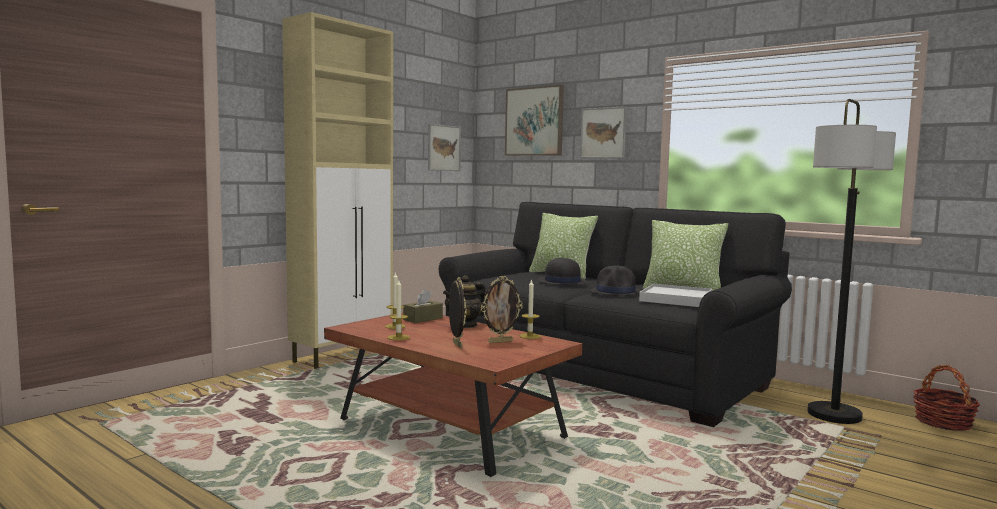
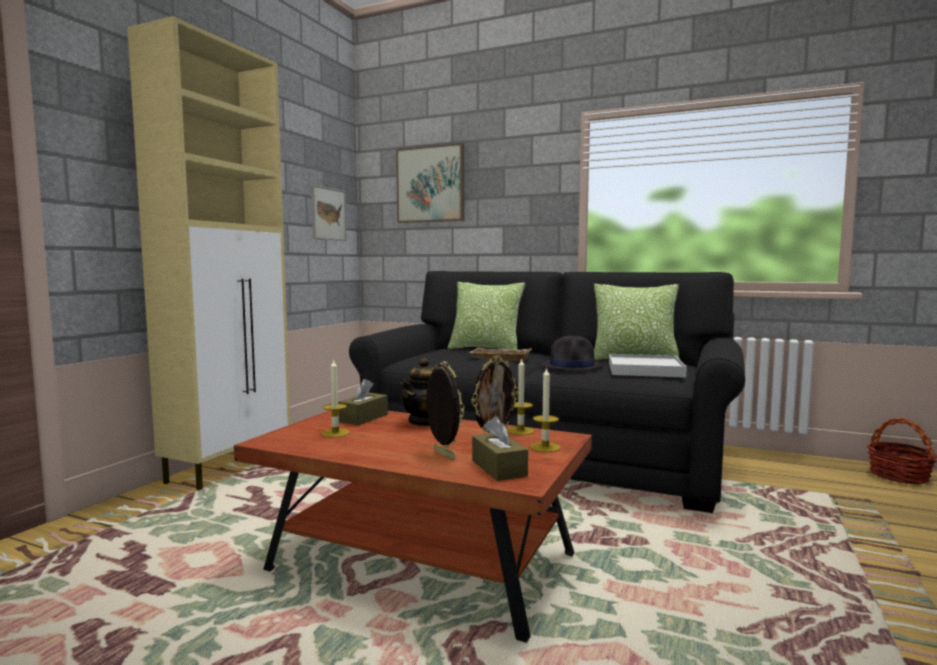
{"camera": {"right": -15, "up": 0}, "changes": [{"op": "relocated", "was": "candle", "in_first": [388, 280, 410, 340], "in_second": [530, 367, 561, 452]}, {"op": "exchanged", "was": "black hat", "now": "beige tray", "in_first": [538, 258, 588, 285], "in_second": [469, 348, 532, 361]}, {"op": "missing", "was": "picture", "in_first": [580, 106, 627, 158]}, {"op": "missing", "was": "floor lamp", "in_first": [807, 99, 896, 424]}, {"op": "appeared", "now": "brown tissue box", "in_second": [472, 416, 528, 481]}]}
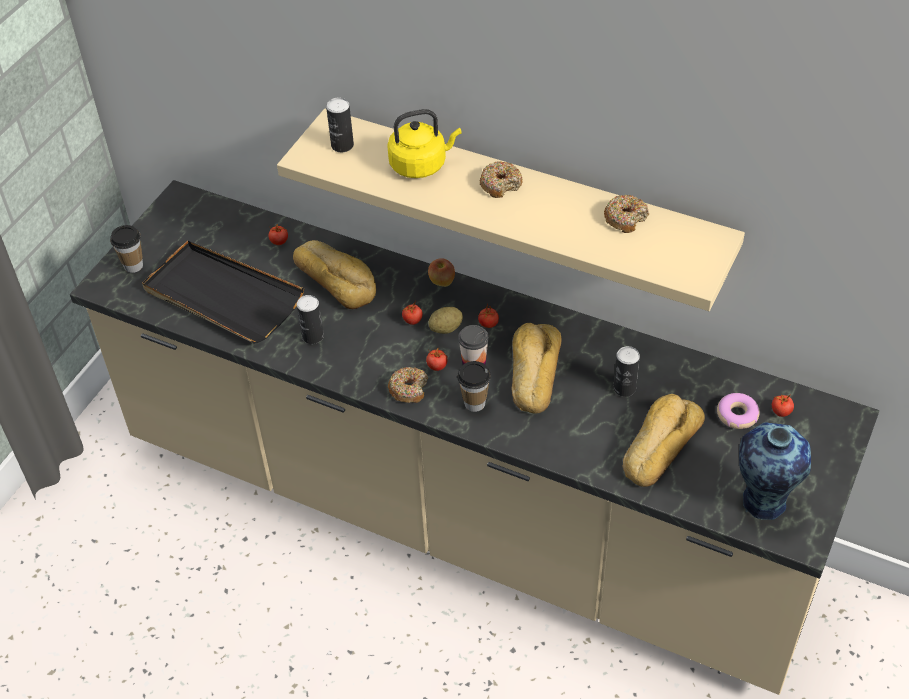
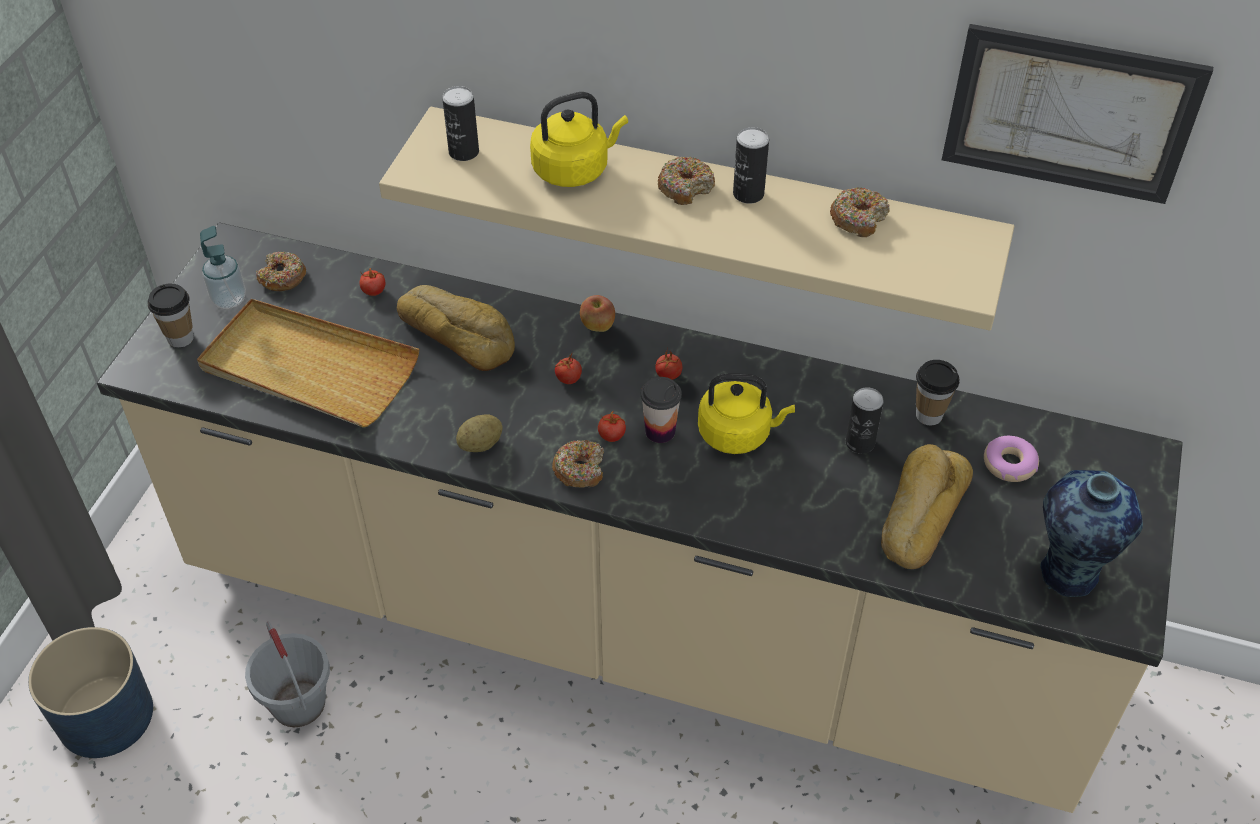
{"camera": {"right": -10, "up": 0}, "changes": [{"op": "colour", "was": "black tray", "now": "beige tray", "in_first": [142, 241, 304, 344], "in_second": [197, 299, 419, 427]}, {"op": "relocated", "was": "can", "in_first": [297, 295, 324, 344], "in_second": [733, 127, 769, 204]}, {"op": "relocated", "was": "potato", "in_first": [428, 307, 463, 334], "in_second": [456, 415, 503, 452]}, {"op": "relocated", "was": "cup", "in_first": [457, 361, 491, 412], "in_second": [916, 360, 960, 425]}, {"op": "exchanged", "was": "bread", "now": "yellow kettle", "in_first": [511, 323, 561, 414], "in_second": [698, 373, 795, 454]}, {"op": "missing", "was": "tomato", "in_first": [772, 395, 794, 417]}, {"op": "appeared", "now": "blue planter", "in_second": [28, 627, 153, 758]}, {"op": "appeared", "now": "soap dispenser", "in_second": [200, 226, 246, 309]}, {"op": "appeared", "now": "grey bucket", "in_second": [245, 621, 330, 728]}, {"op": "appeared", "now": "donut", "in_second": [256, 252, 306, 291]}, {"op": "appeared", "now": "picture", "in_second": [942, 24, 1213, 204]}]}
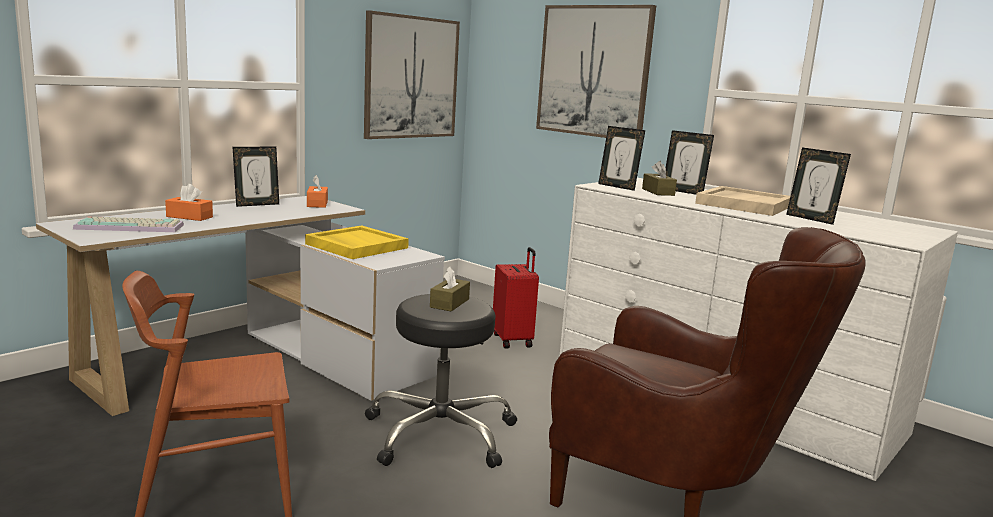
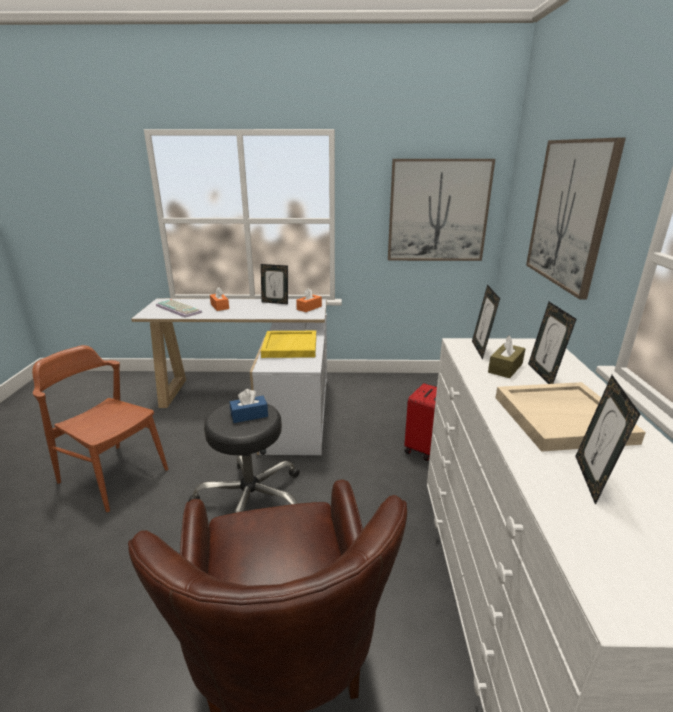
{"camera": {"right": 50, "up": 10}, "changes": [{"op": "colour", "was": "brown tissue box", "now": "blue tissue box", "in_first": [430, 267, 470, 311], "in_second": [230, 389, 268, 423]}]}
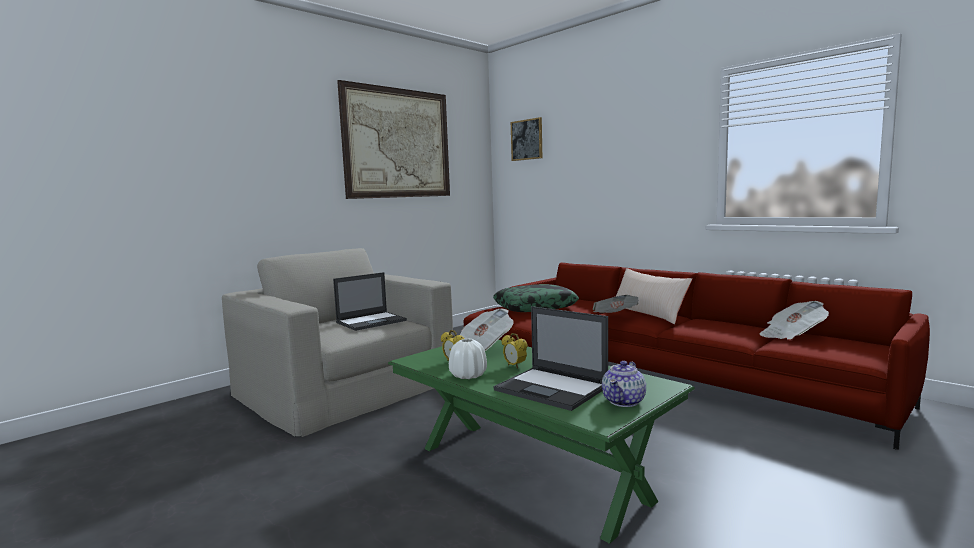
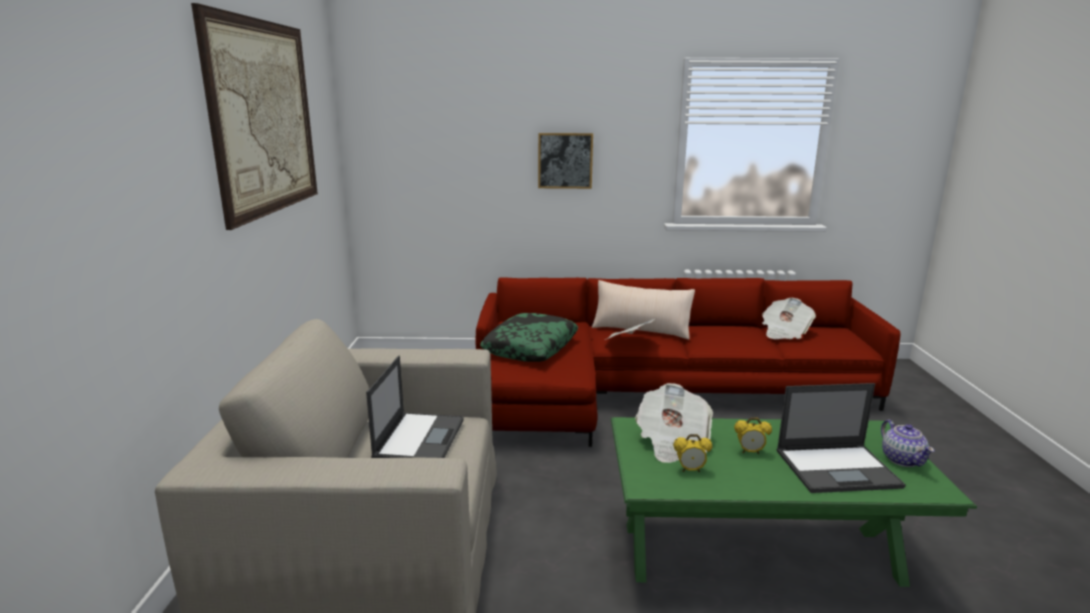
{"camera": {"right": -45, "up": 10}, "changes": [{"op": "missing", "was": "white vase", "in_first": [449, 339, 487, 379]}, {"op": "relocated", "was": "picture", "in_first": [511, 117, 542, 161], "in_second": [538, 133, 593, 189]}]}
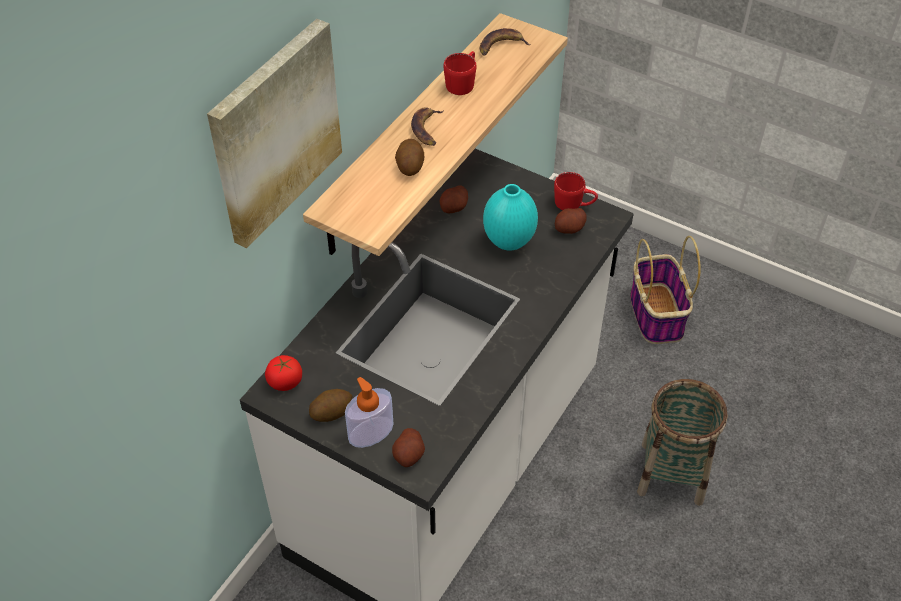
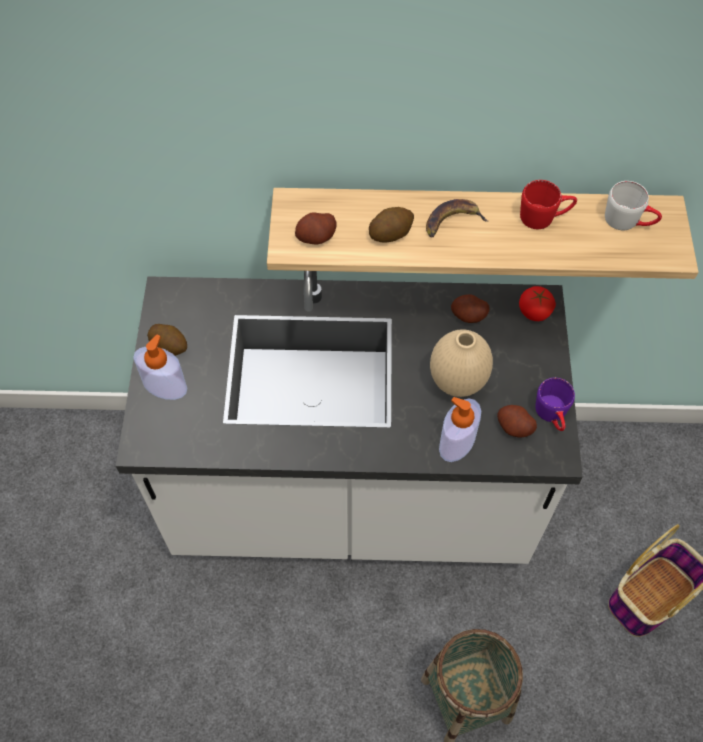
{"camera": {"right": 60, "up": 10}, "changes": [{"op": "missing", "was": "picture", "in_first": [207, 19, 342, 248]}, {"op": "relocated", "was": "tomato", "in_first": [265, 355, 302, 391], "in_second": [519, 286, 556, 321]}, {"op": "relocated", "was": "potato", "in_first": [392, 428, 425, 467], "in_second": [295, 212, 337, 244]}, {"op": "exchanged", "was": "banana", "now": "white mug", "in_first": [480, 28, 531, 56], "in_second": [605, 181, 662, 230]}, {"op": "colour", "was": "turquoise vase", "now": "beige vase", "in_first": [483, 184, 538, 251], "in_second": [430, 329, 493, 397]}, {"op": "colour", "was": "red mug", "now": "purple mug", "in_first": [554, 172, 598, 210], "in_second": [535, 377, 575, 431]}, {"op": "appeared", "now": "soap dispenser", "in_second": [439, 397, 481, 462]}]}
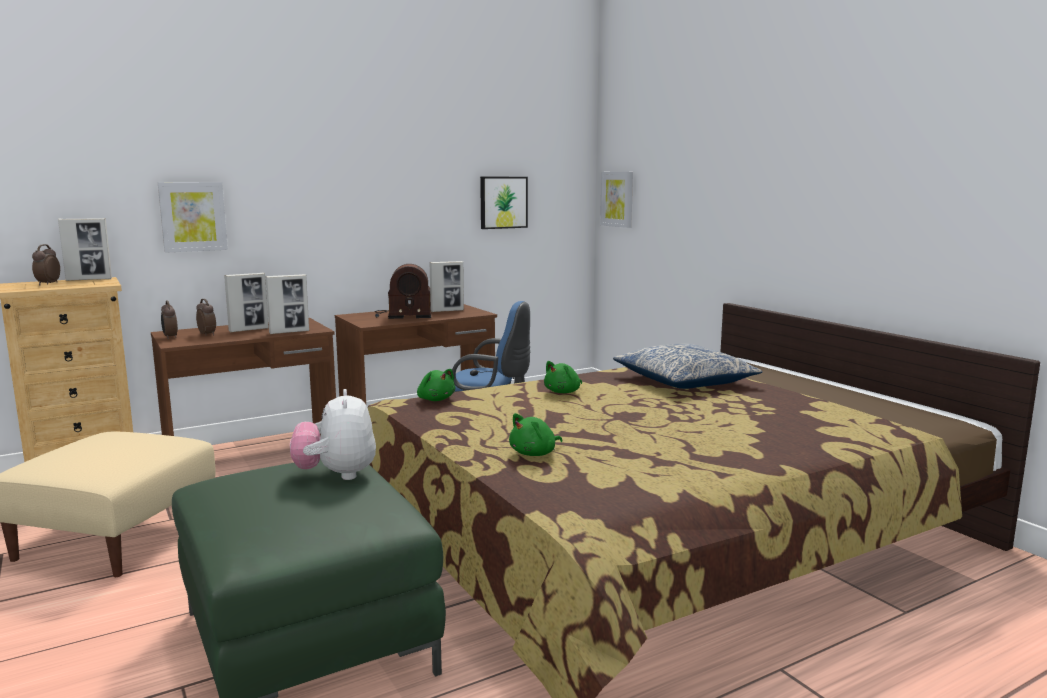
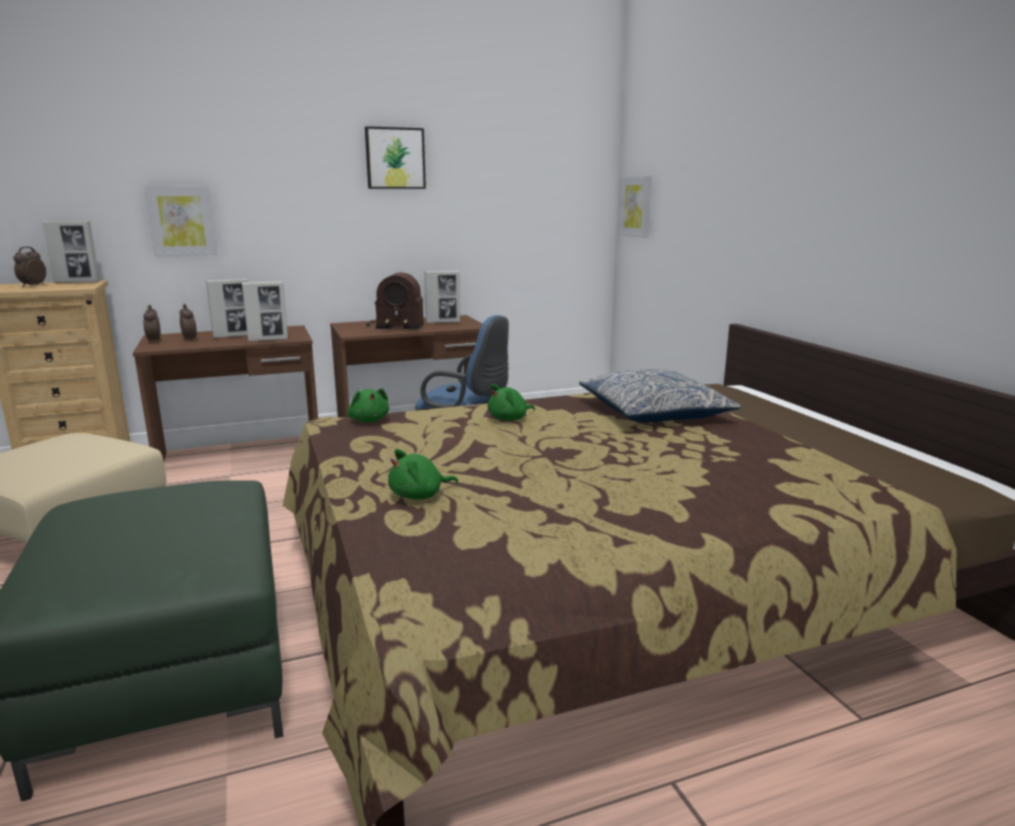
{"camera": {"right": 10, "up": 5}, "changes": [{"op": "missing", "was": "plush toy", "in_first": [290, 389, 376, 480]}, {"op": "relocated", "was": "picture", "in_first": [480, 177, 528, 229], "in_second": [365, 126, 426, 189]}]}
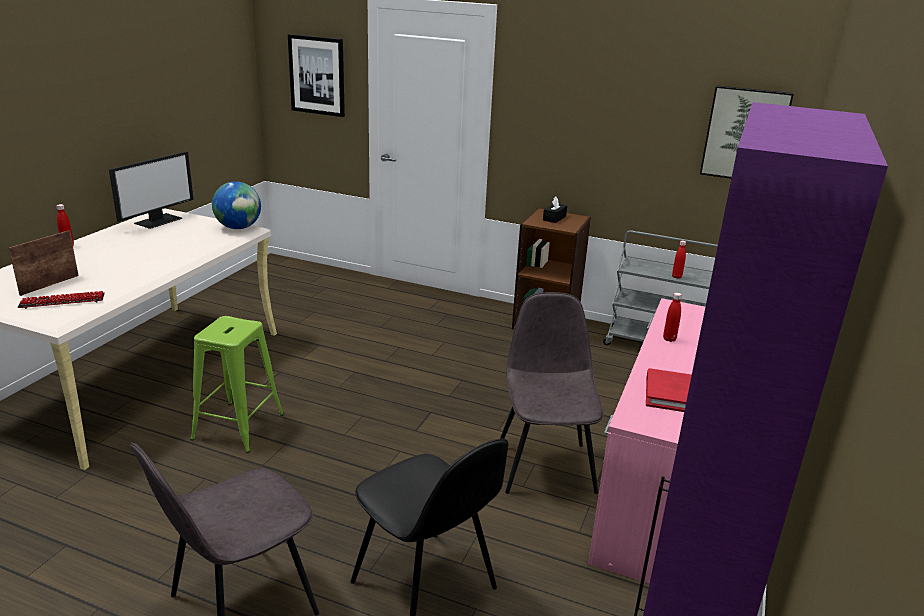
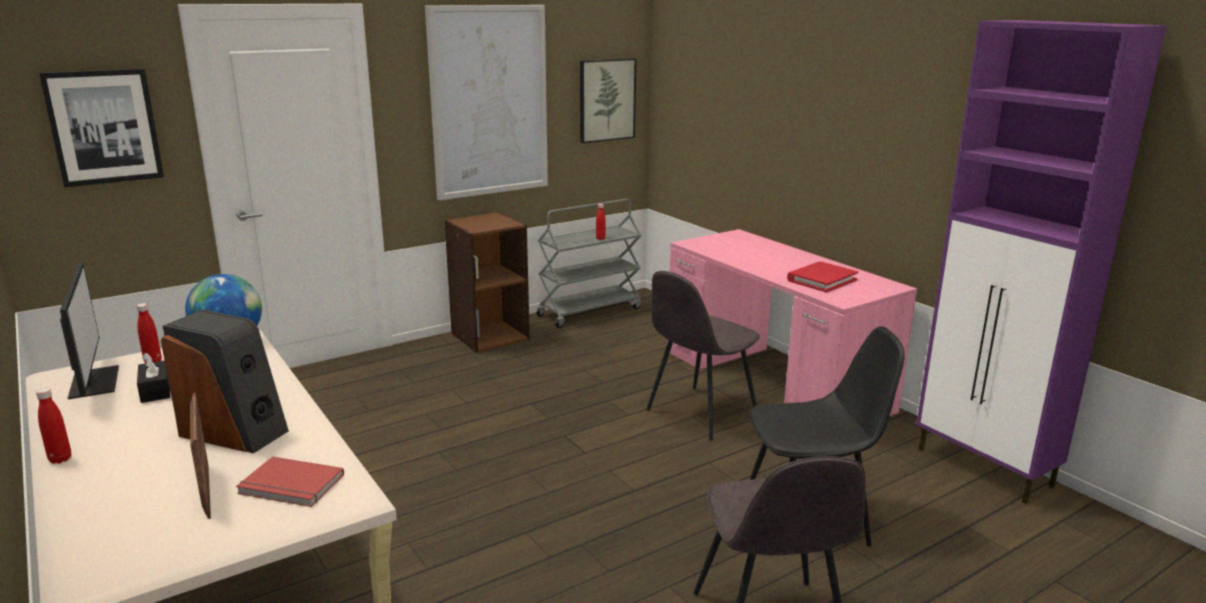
{"camera": {"right": -55, "up": -5}, "changes": [{"op": "exchanged", "was": "keyboard", "now": "red book", "in_first": [18, 291, 105, 309], "in_second": [236, 456, 344, 507]}, {"op": "missing", "was": "green stool", "in_first": [190, 316, 284, 453]}, {"op": "spun", "was": "grey chair", "in_first": [500, 292, 604, 494], "in_second": [646, 271, 760, 440], "clockwise": -75}, {"op": "relocated", "was": "black tissue box", "in_first": [543, 196, 567, 223], "in_second": [137, 353, 170, 403]}, {"op": "relocated", "was": "red bottle", "in_first": [663, 293, 682, 342], "in_second": [137, 303, 162, 363]}, {"op": "appeared", "now": "speaker", "in_second": [161, 310, 289, 453]}, {"op": "appeared", "now": "picture", "in_second": [425, 5, 548, 200]}]}
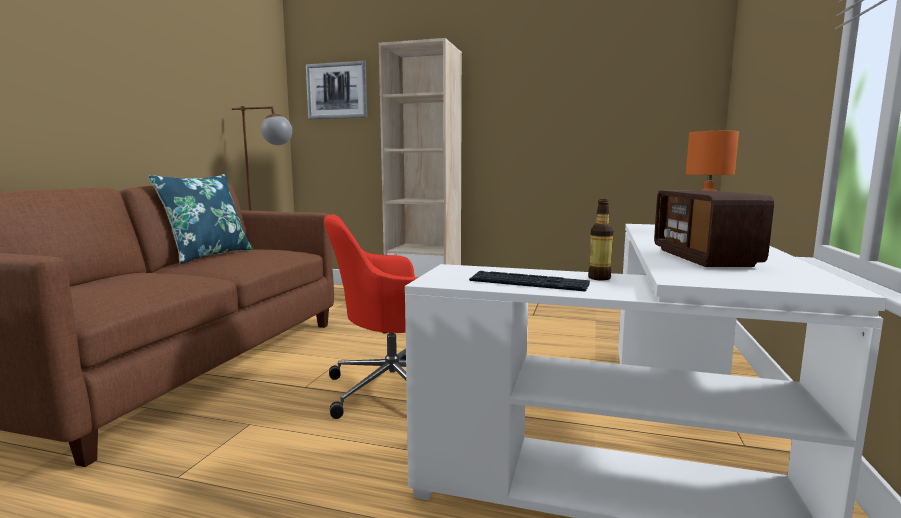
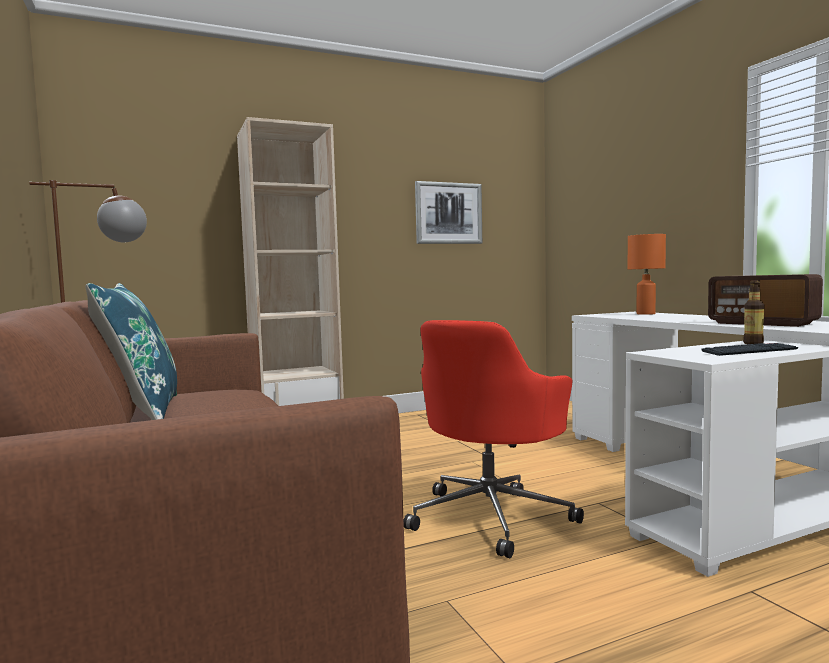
{"camera": {"right": -40, "up": -5}, "changes": [{"op": "relocated", "was": "picture", "in_first": [306, 61, 367, 119], "in_second": [415, 181, 482, 244]}]}
